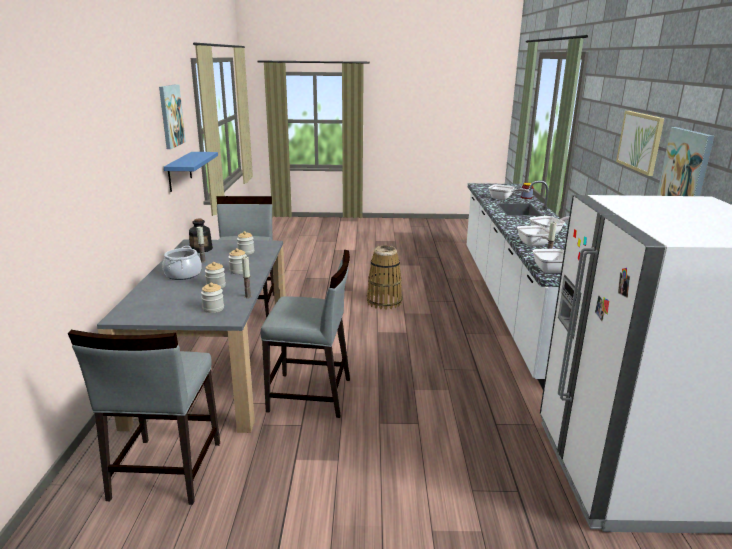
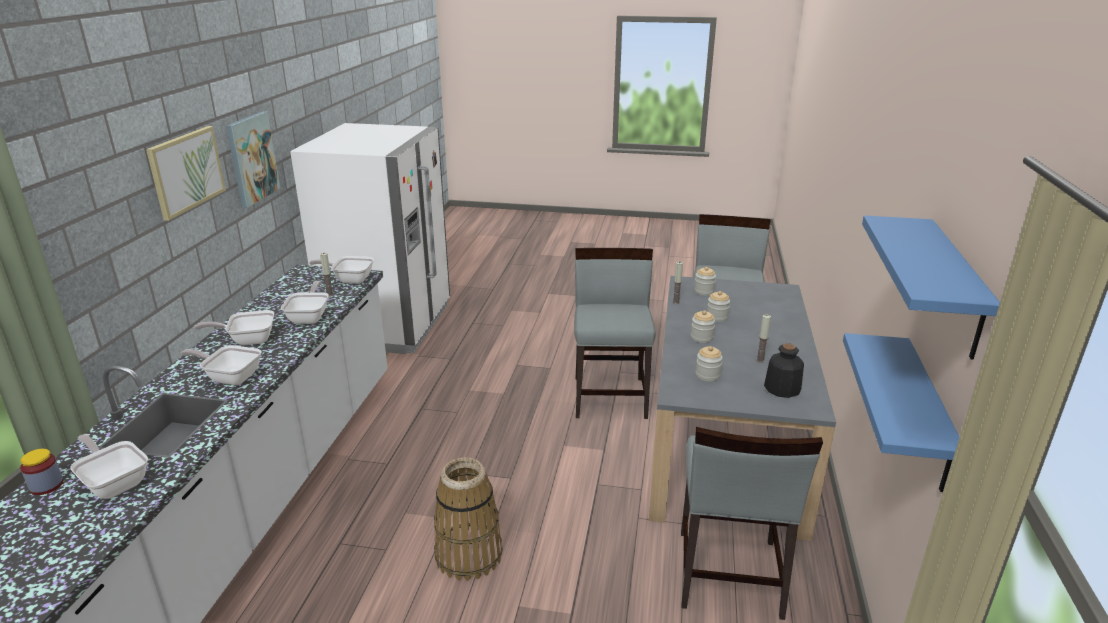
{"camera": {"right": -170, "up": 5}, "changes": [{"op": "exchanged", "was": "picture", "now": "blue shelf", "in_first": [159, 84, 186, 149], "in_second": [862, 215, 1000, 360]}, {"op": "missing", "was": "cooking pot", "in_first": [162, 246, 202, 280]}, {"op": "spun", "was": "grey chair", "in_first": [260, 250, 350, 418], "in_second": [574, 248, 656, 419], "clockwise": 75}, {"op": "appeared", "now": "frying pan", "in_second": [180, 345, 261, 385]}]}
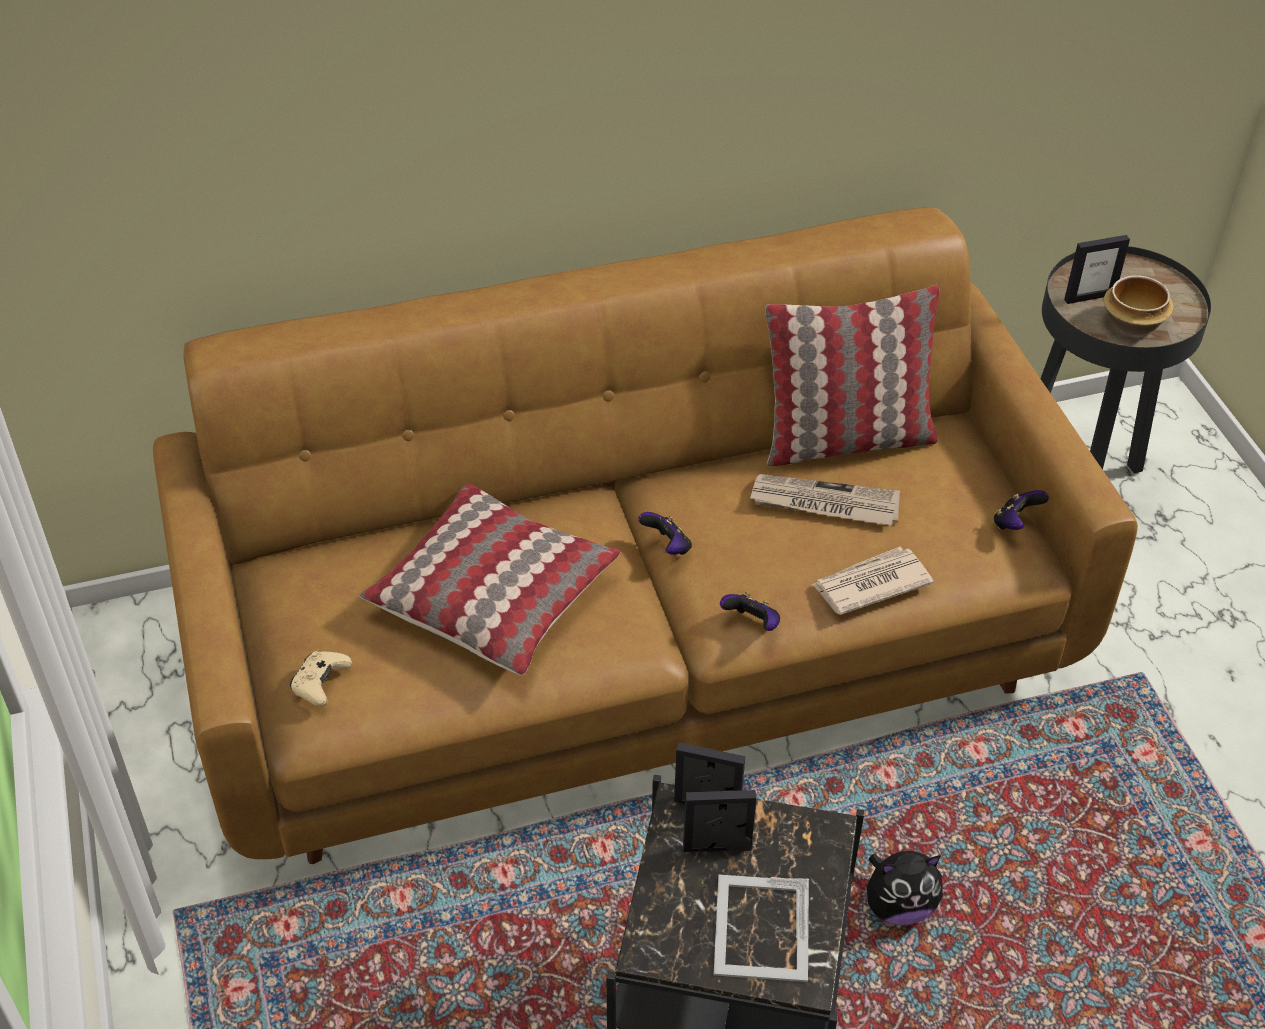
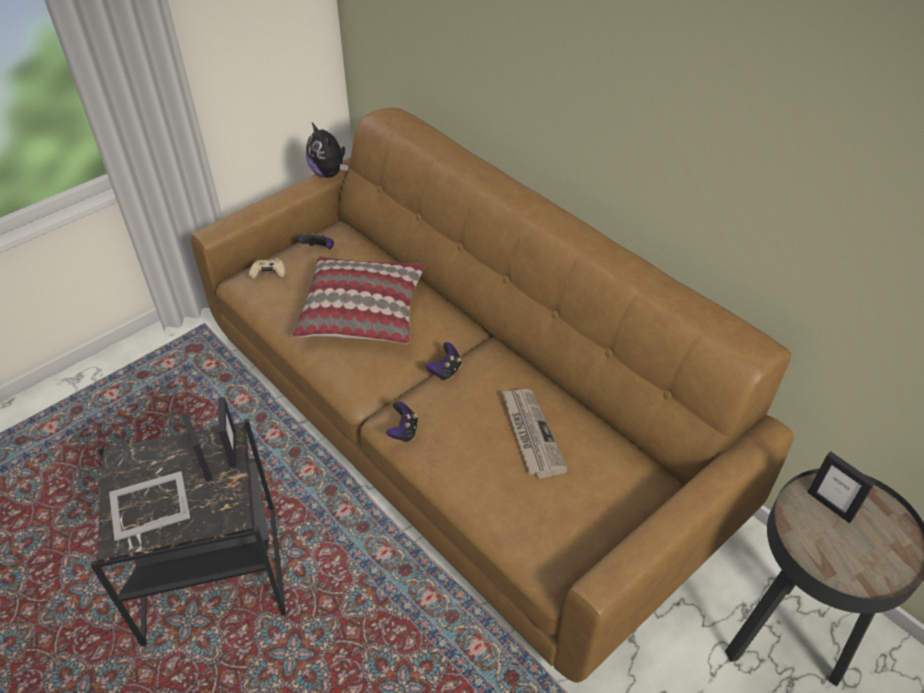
{"camera": {"right": 65, "up": 0}, "changes": [{"op": "missing", "was": "pillow", "in_first": [765, 285, 939, 466]}, {"op": "missing", "was": "newspaper", "in_first": [812, 547, 934, 615]}, {"op": "relocated", "was": "plush toy", "in_first": [867, 851, 943, 925], "in_second": [306, 123, 348, 178]}, {"op": "relocated", "was": "game controller", "in_first": [993, 490, 1049, 530], "in_second": [299, 233, 334, 249]}, {"op": "missing", "was": "bowl", "in_first": [1104, 275, 1174, 335]}]}
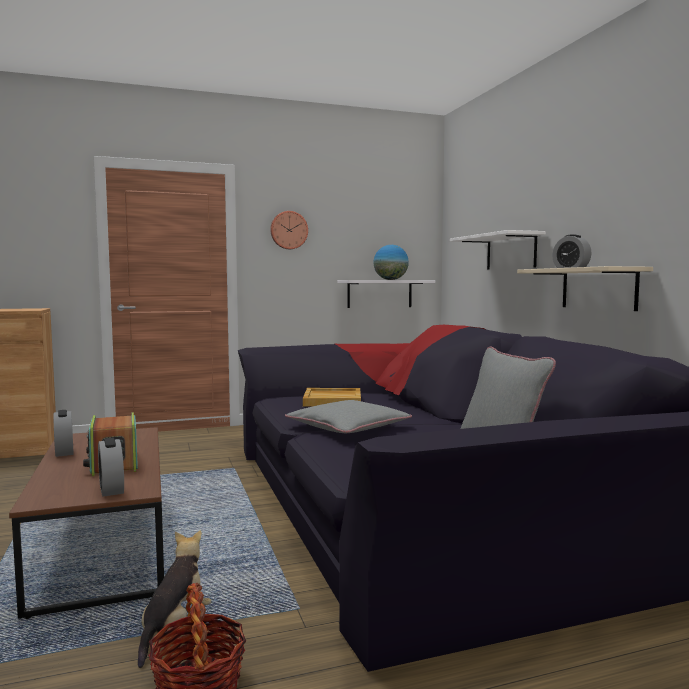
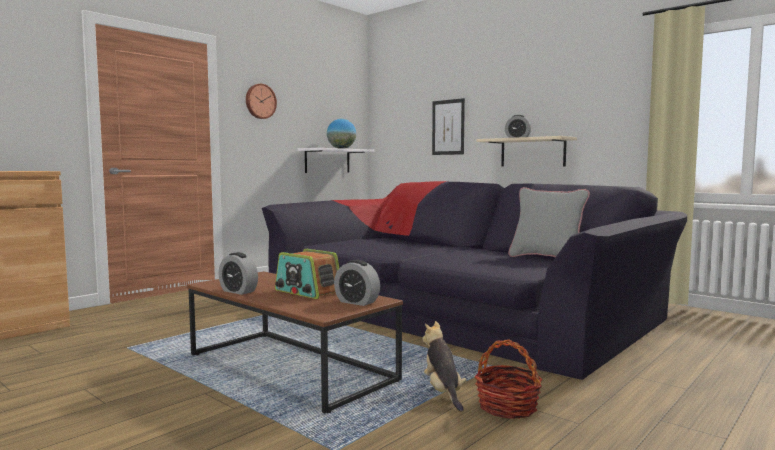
{"camera": {"right": -30, "up": 0}, "changes": [{"op": "missing", "was": "grey pillow", "in_first": [285, 400, 412, 433]}, {"op": "missing", "was": "beige tray", "in_first": [303, 388, 361, 406]}, {"op": "exchanged", "was": "white shelf", "now": "picture", "in_first": [450, 230, 546, 269], "in_second": [432, 98, 465, 155]}]}
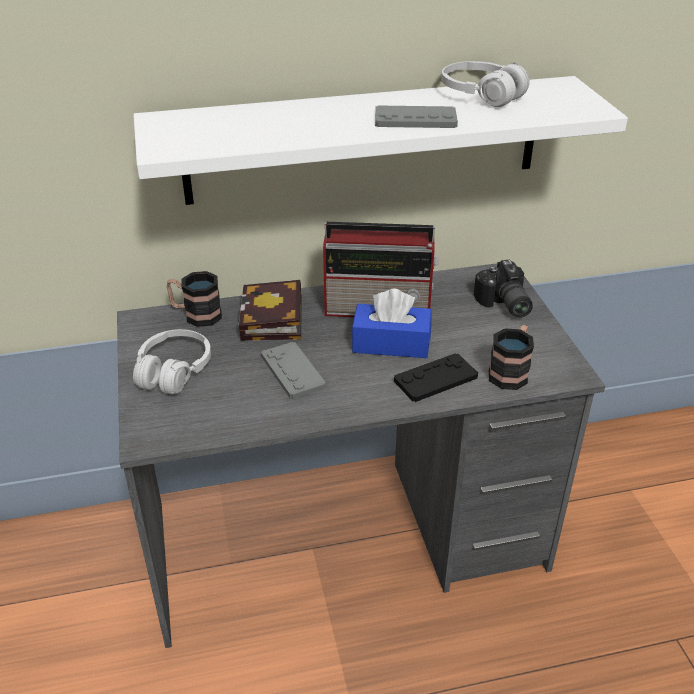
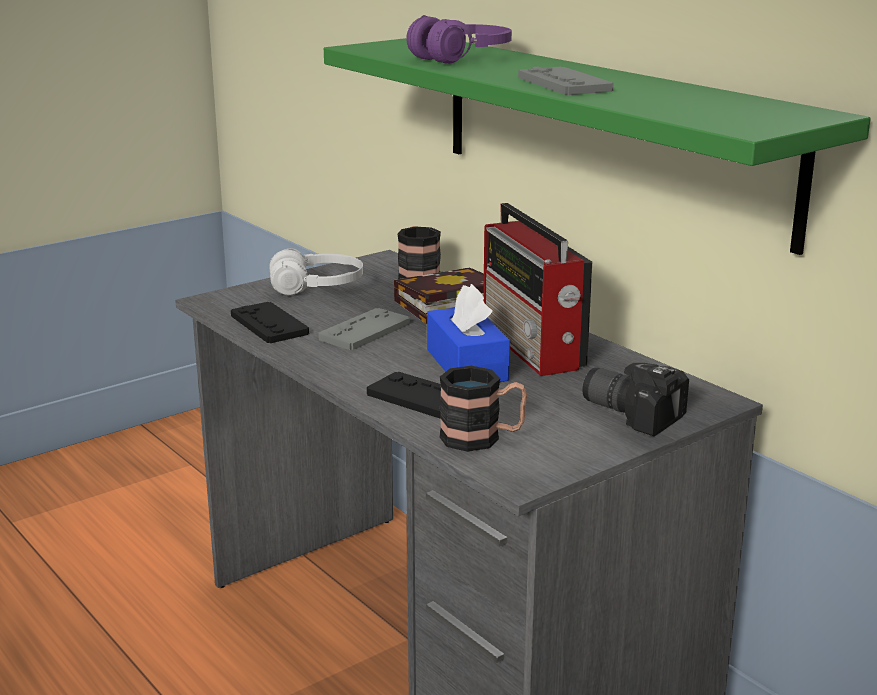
{"camera": {"right": 65, "up": -15}, "changes": [{"op": "colour", "was": "white shelf", "now": "green shelf", "in_first": [133, 76, 628, 205], "in_second": [324, 38, 871, 255]}, {"op": "missing", "was": "white headphones", "in_first": [441, 61, 530, 107]}, {"op": "spun", "was": "photo camera", "in_first": [474, 260, 533, 318], "in_second": [582, 363, 689, 436], "clockwise": 75}, {"op": "appeared", "now": "black game controller", "in_second": [231, 302, 309, 343]}, {"op": "appeared", "now": "purple headphones", "in_second": [406, 15, 512, 64]}]}
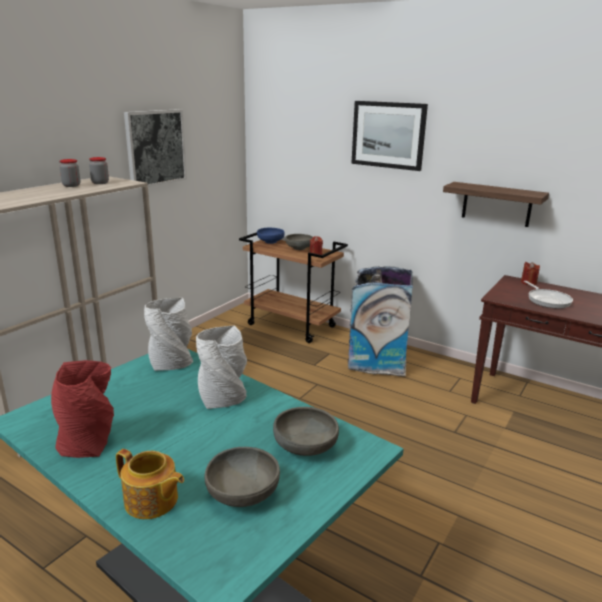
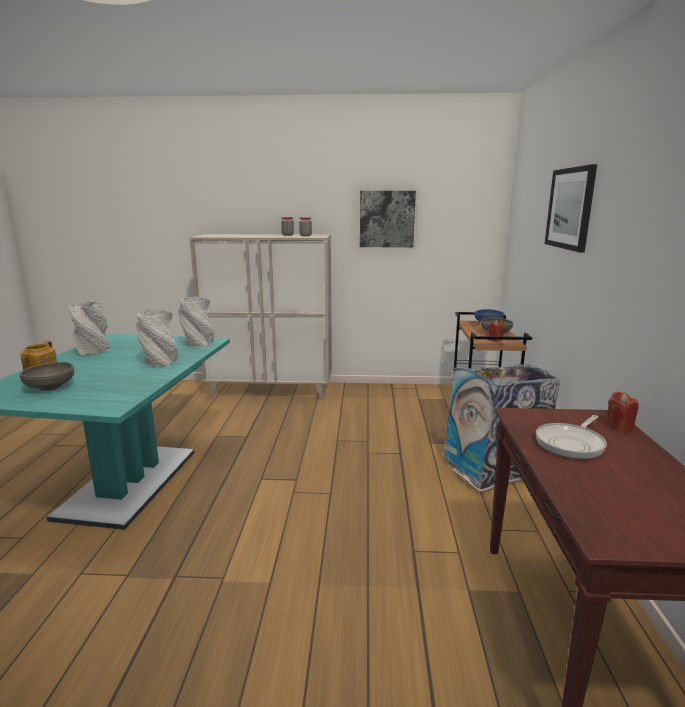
{"camera": {"right": 60, "up": -5}, "changes": [{"op": "colour", "was": "red vase", "now": "grey vase", "in_first": [51, 360, 114, 458], "in_second": [68, 301, 110, 355]}, {"op": "missing", "was": "grey bowl", "in_first": [273, 407, 339, 456]}, {"op": "missing", "was": "shelf", "in_first": [443, 182, 549, 227]}]}
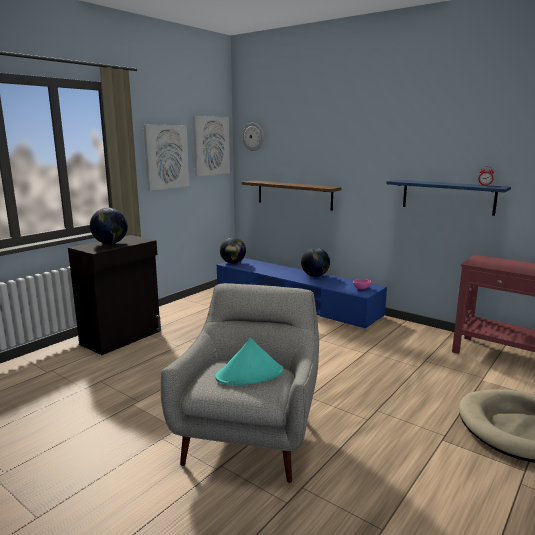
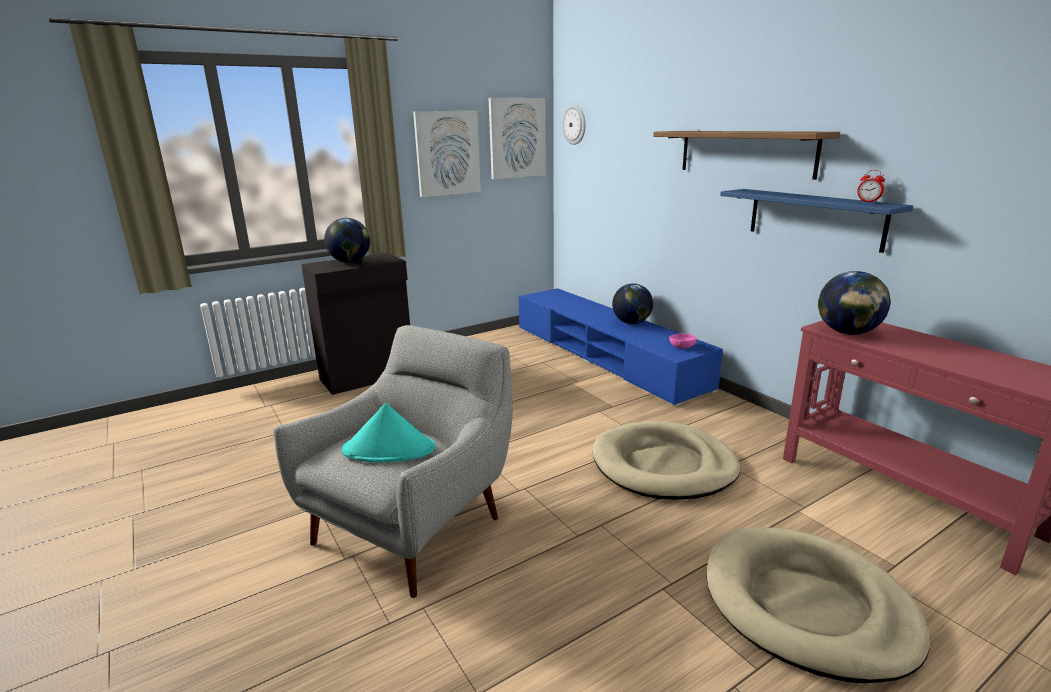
{"camera": {"right": 20, "up": 5}, "changes": [{"op": "relocated", "was": "globe", "in_first": [220, 237, 246, 264], "in_second": [818, 271, 890, 335]}, {"op": "relocated", "was": "shelf", "in_first": [242, 180, 341, 211], "in_second": [653, 131, 840, 180]}, {"op": "appeared", "now": "beige dog bed", "in_second": [592, 421, 740, 500]}]}
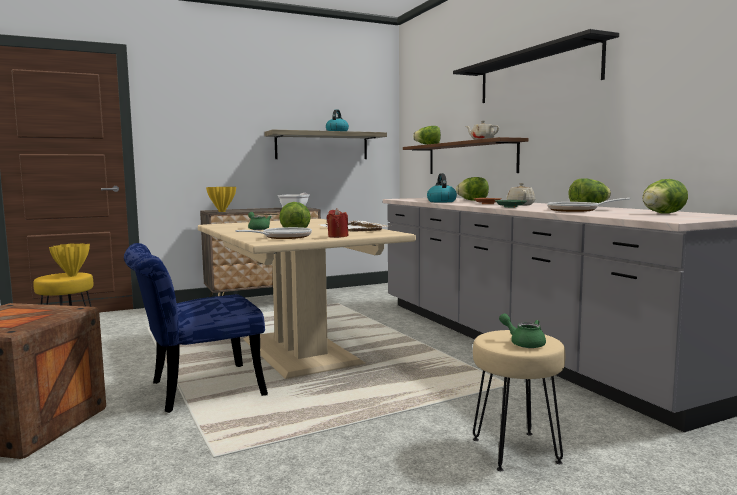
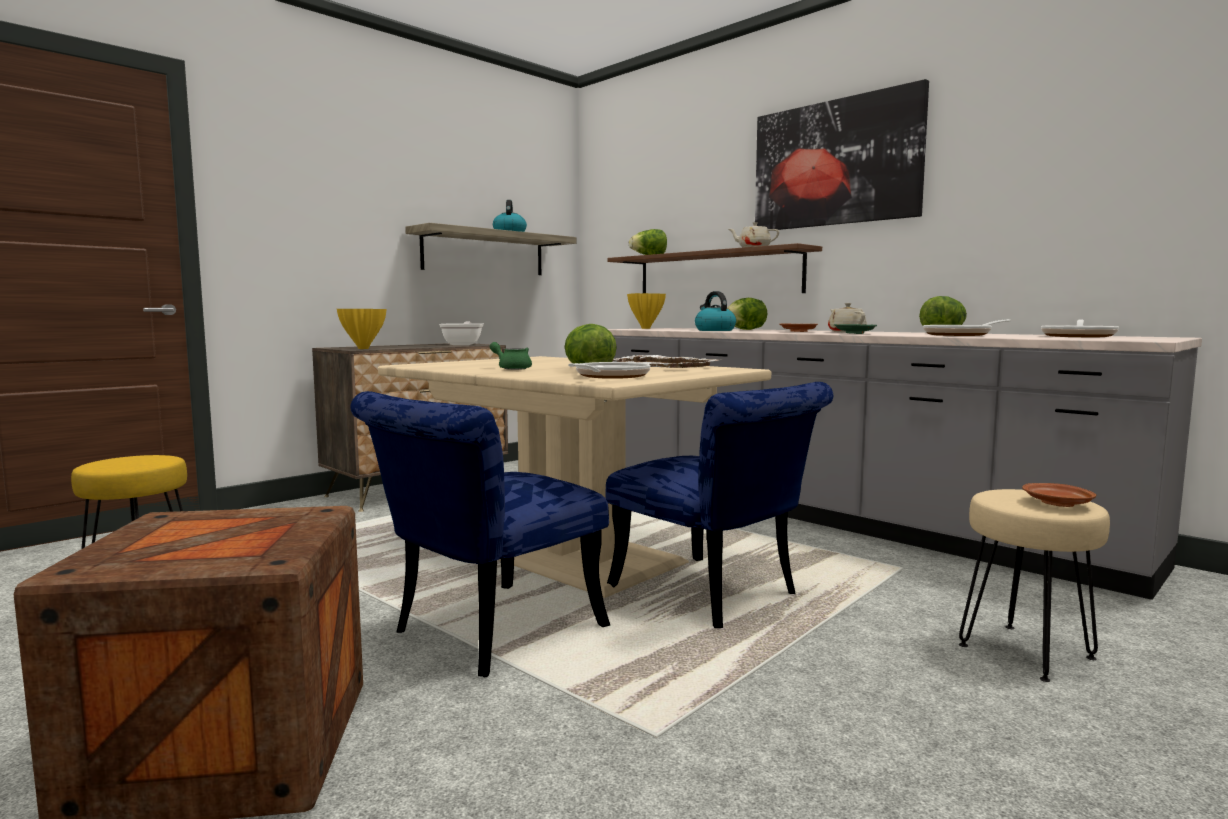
{"camera": {"right": -20, "up": 0}, "changes": [{"op": "relocated", "was": "yellow vase", "in_first": [49, 243, 90, 277], "in_second": [627, 293, 666, 329]}, {"op": "missing", "was": "red candle", "in_first": [327, 208, 348, 238]}, {"op": "exchanged", "was": "black shelf", "now": "picture", "in_first": [453, 29, 619, 103], "in_second": [755, 79, 929, 230]}, {"op": "exchanged", "was": "green teapot", "now": "brown plate", "in_first": [499, 313, 546, 348], "in_second": [1022, 483, 1097, 507]}, {"op": "exchanged", "was": "lettuce", "now": "frying pan", "in_first": [642, 179, 688, 213], "in_second": [1041, 319, 1119, 337]}, {"op": "appeared", "now": "blue chair", "in_second": [606, 382, 833, 628]}]}
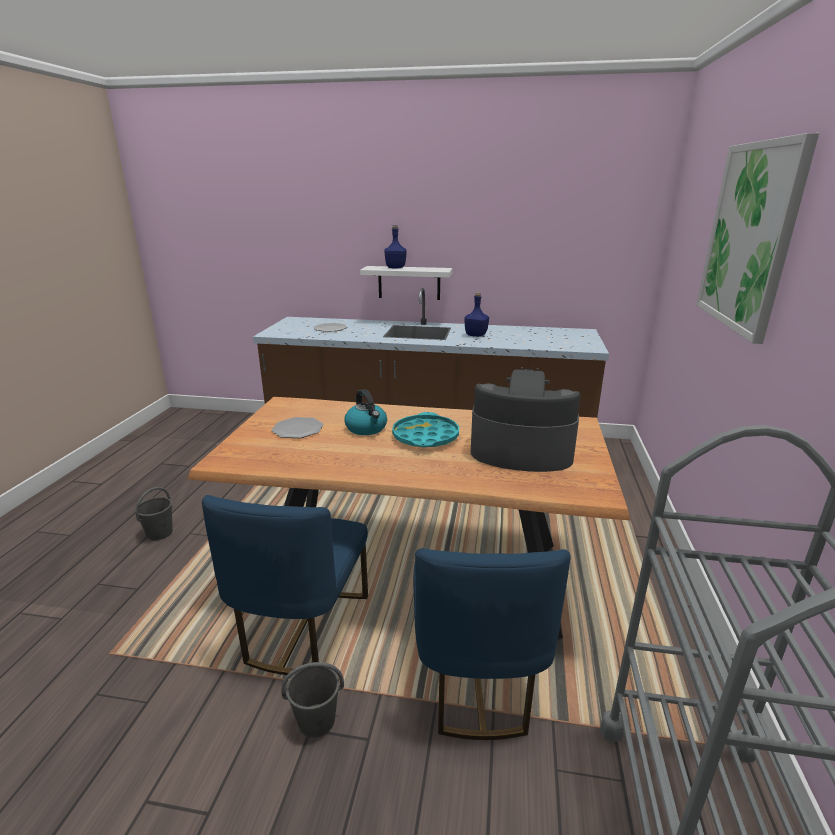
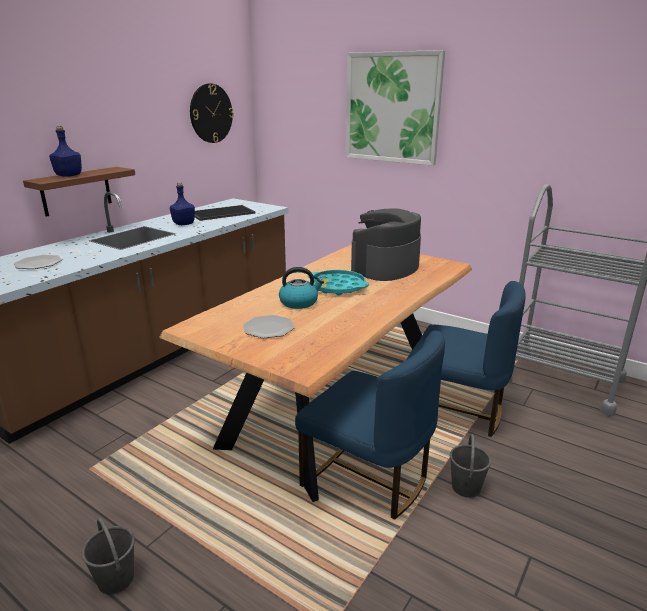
{"camera": {"right": -65, "up": 0}, "changes": [{"op": "colour", "was": "white shelf", "now": "brown shelf", "in_first": [360, 266, 452, 300], "in_second": [23, 167, 135, 217]}, {"op": "appeared", "now": "wall clock", "in_second": [190, 83, 234, 143]}, {"op": "appeared", "now": "tray", "in_second": [195, 205, 256, 221]}]}
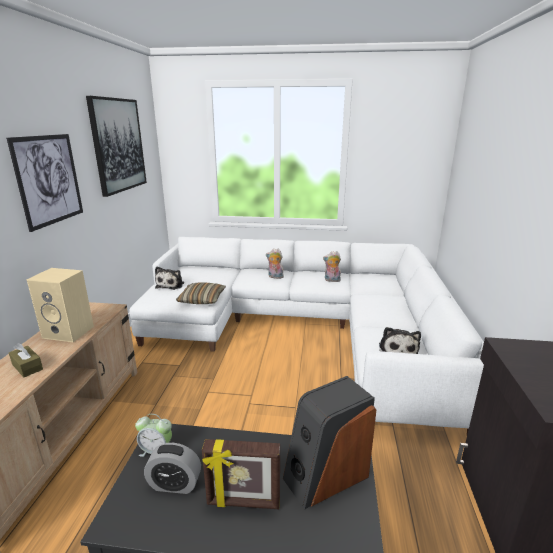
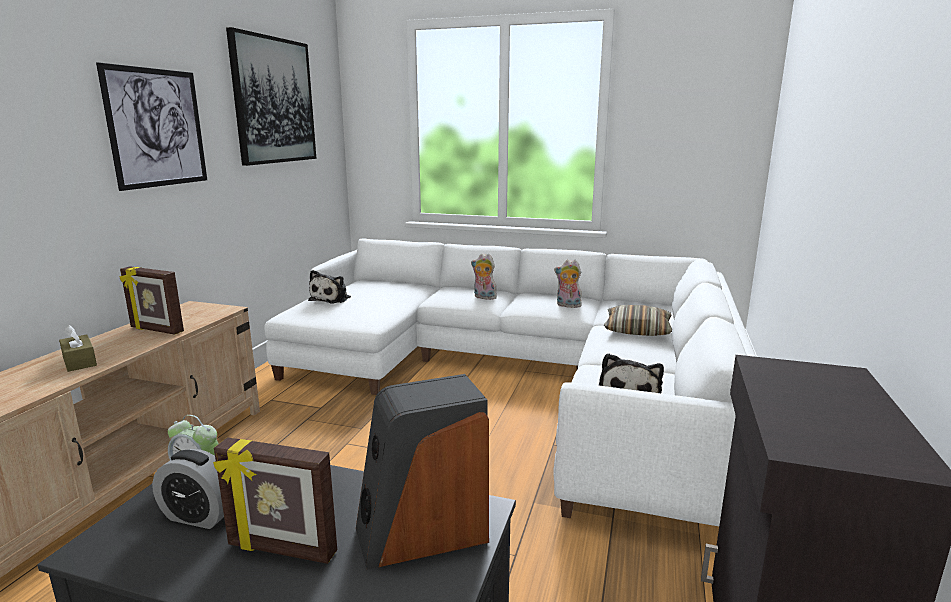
{"camera": {"right": 10, "up": -5}, "changes": [{"op": "exchanged", "was": "beige speaker", "now": "picture frame", "in_first": [27, 268, 94, 342], "in_second": [119, 266, 184, 335]}, {"op": "relocated", "was": "pillow", "in_first": [176, 282, 226, 304], "in_second": [604, 305, 672, 336]}]}
